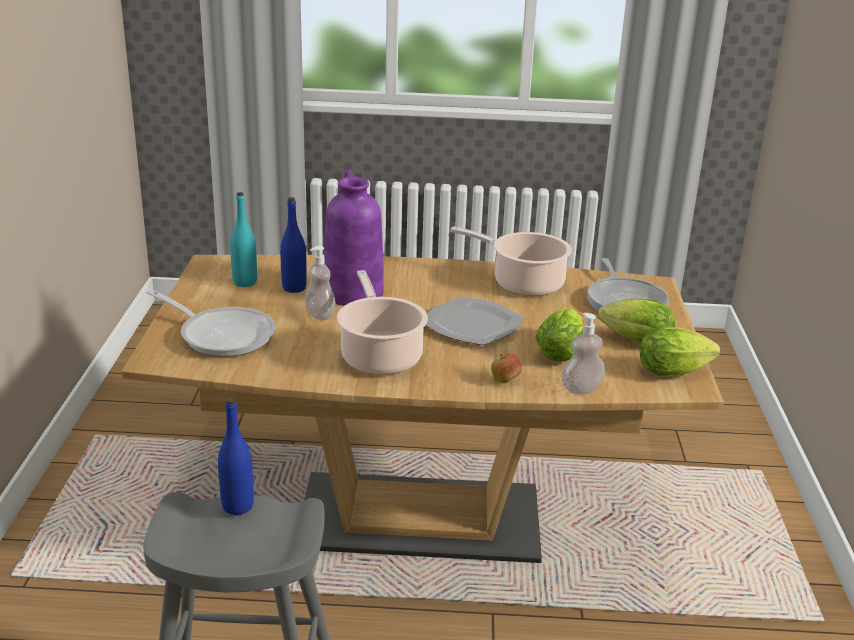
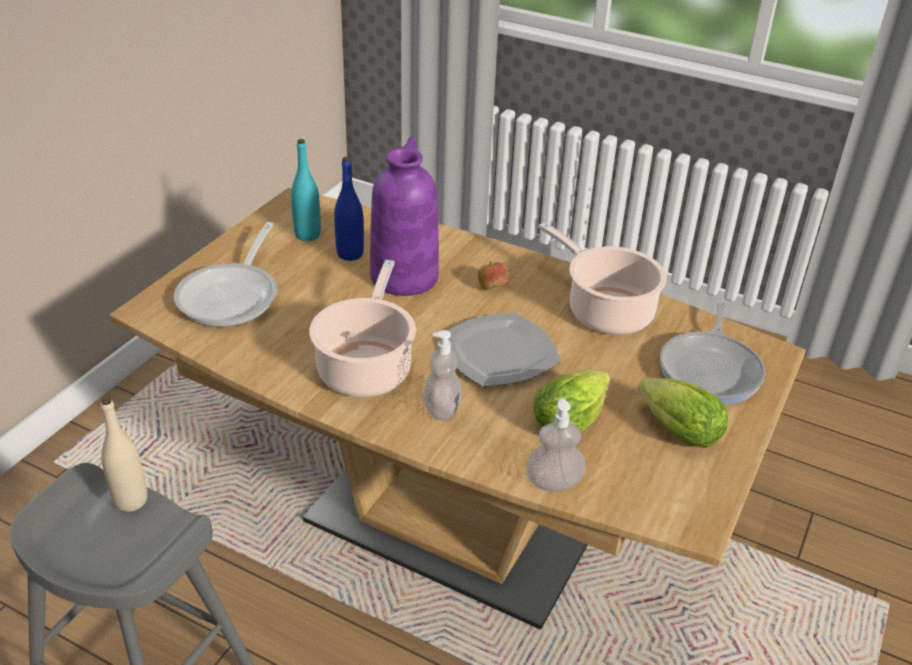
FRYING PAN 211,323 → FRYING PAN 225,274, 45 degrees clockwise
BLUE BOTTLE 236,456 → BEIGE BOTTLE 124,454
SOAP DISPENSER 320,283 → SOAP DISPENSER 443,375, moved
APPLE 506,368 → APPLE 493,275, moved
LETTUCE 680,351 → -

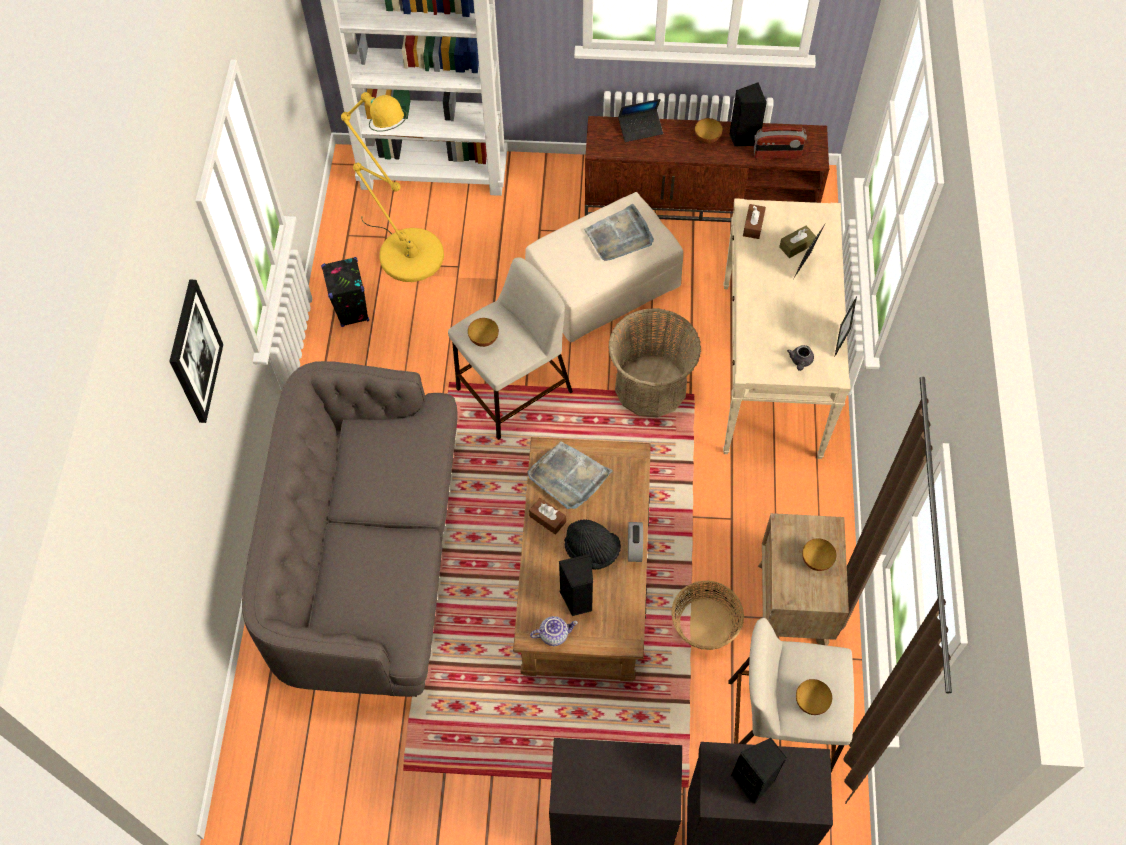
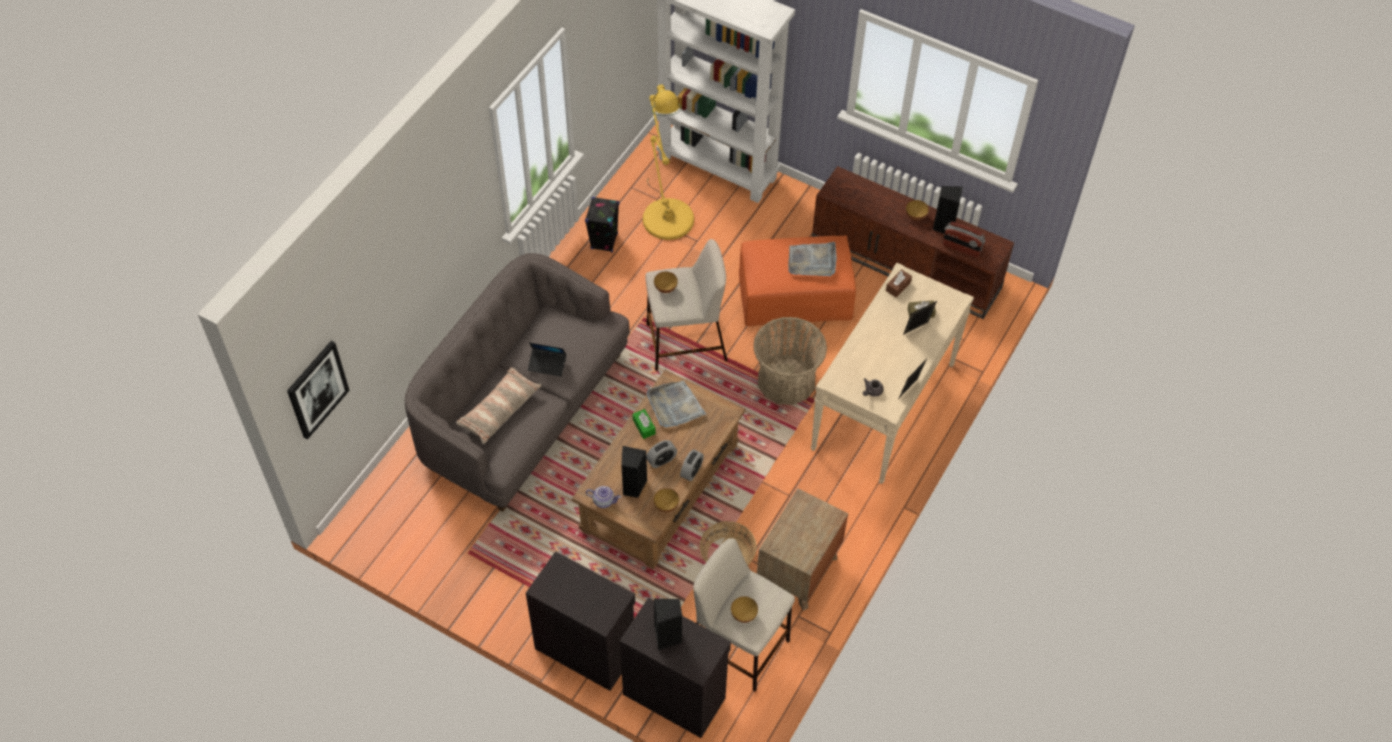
PICTURE 196,351 → PICTURE 318,390, moved
BEIGE OTTOMAN 604,267 → ORANGE OTTOMAN 797,280
BROWN TISSUE BOX 547,516 → GREEN TISSUE BOX 644,424
BLACK HAT 592,545 → ALARM CLOCK 661,454
LAPTOP 640,120 → LAPTOP 547,359, moved
BOWL 819,554 → BOWL 666,500, moved
- → PILLOW 499,406

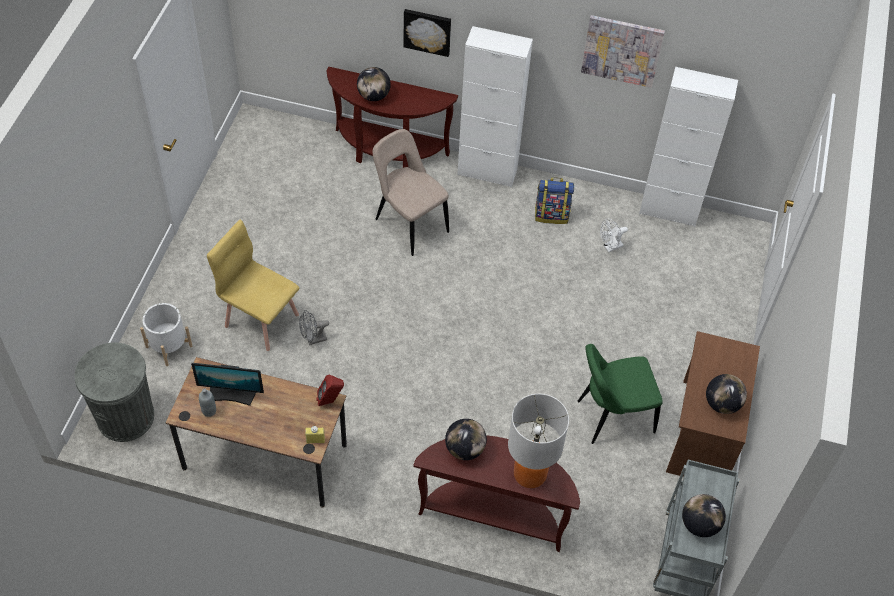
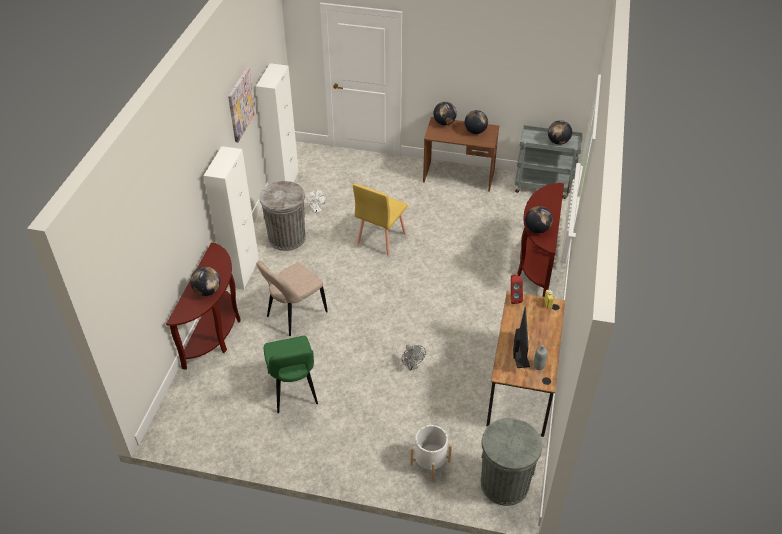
YELLOW CHAIR 253,285 → YELLOW CHAIR 380,220, moved
PICTURE 427,33 → -
TABLE LAMP 538,441 → -
BACKPACK 554,200 → GREY TRASH CAN 282,216
GREEN CHAIR 620,394 → GREEN CHAIR 291,374, moved
- → GLOBE 445,113

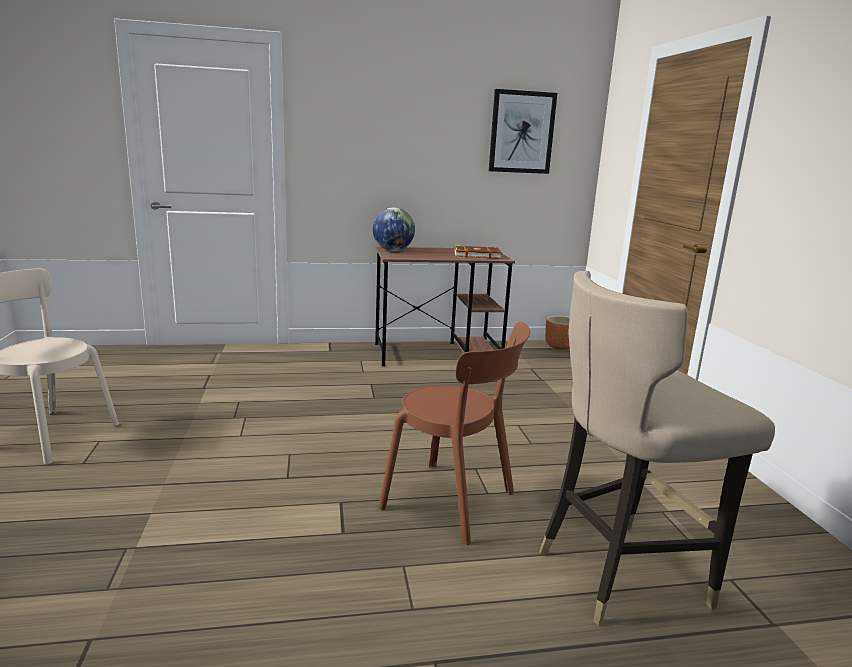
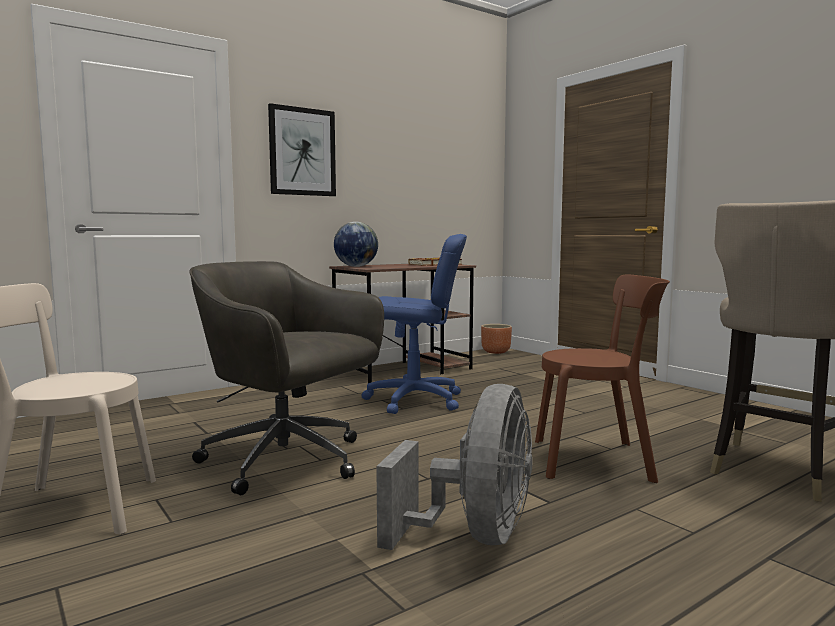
PICTURE 523,131 → PICTURE 302,149, moved
- → GREY OFFICE CHAIR 286,378
- → BLUE OFFICE CHAIR 414,324
- → GREY FAN 454,467

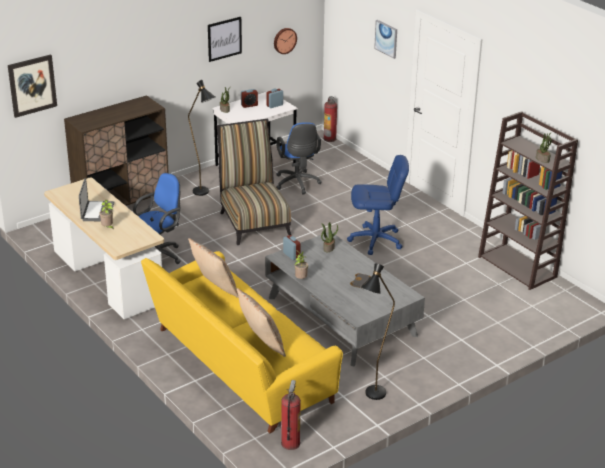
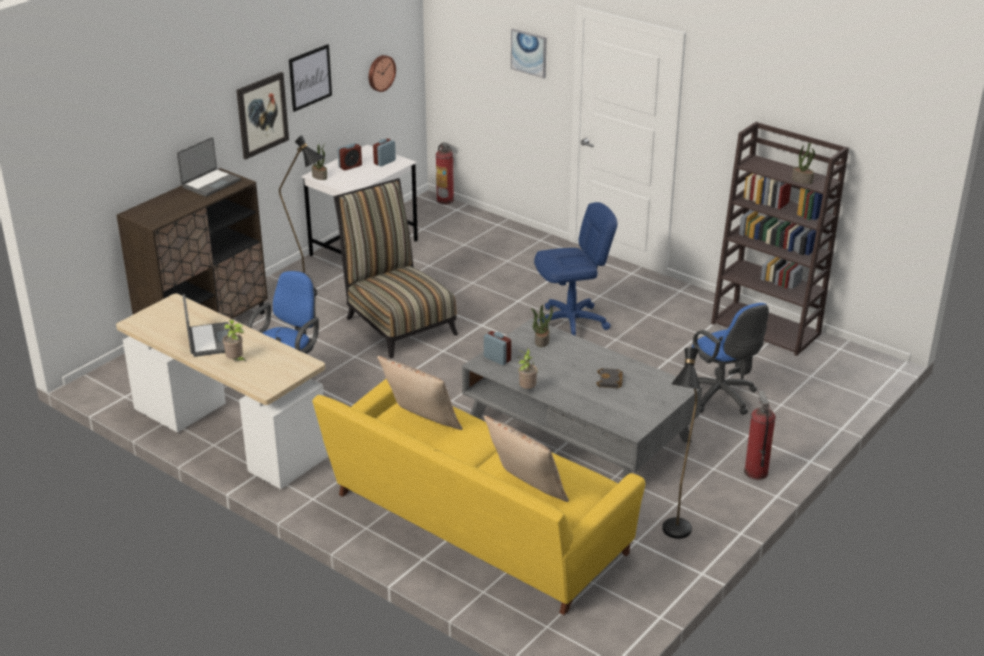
PICTURE 32,86 → PICTURE 262,115, moved
BLUE OFFICE CHAIR 299,158 → BLUE OFFICE CHAIR 730,359, moved
FIRE EXTINGUISHER 291,415 → FIRE EXTINGUISHER 760,435, moved
- → LAPTOP 209,167

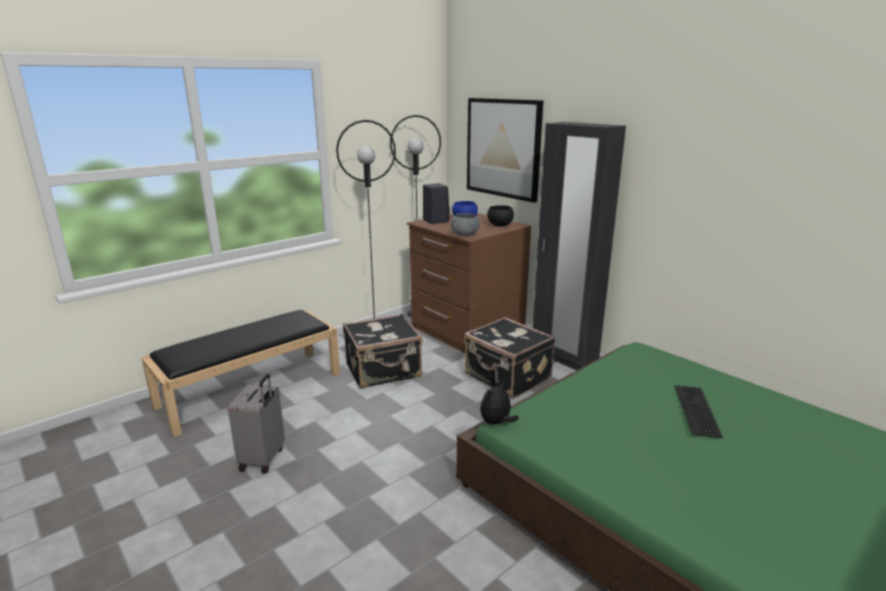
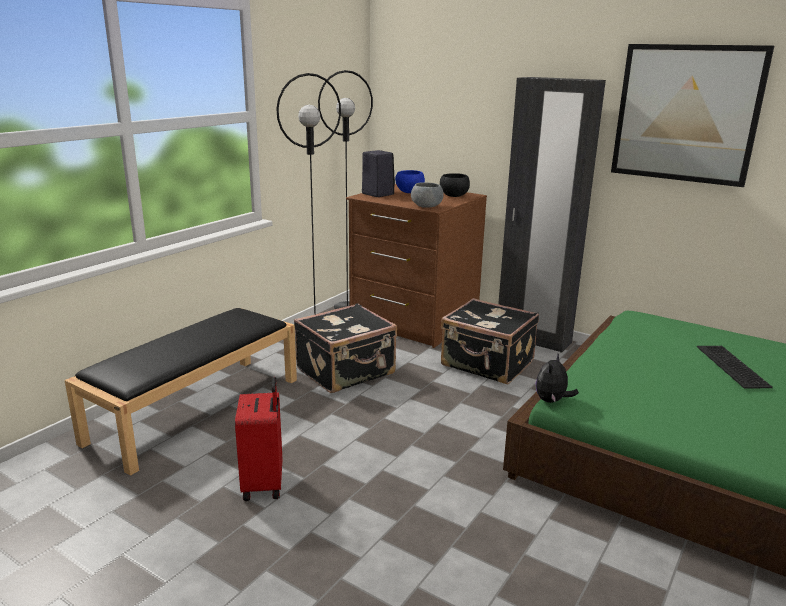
GREY SUITCASE 256,424 → RED SUITCASE 258,439
PICTURE 505,150 → PICTURE 692,115, moved

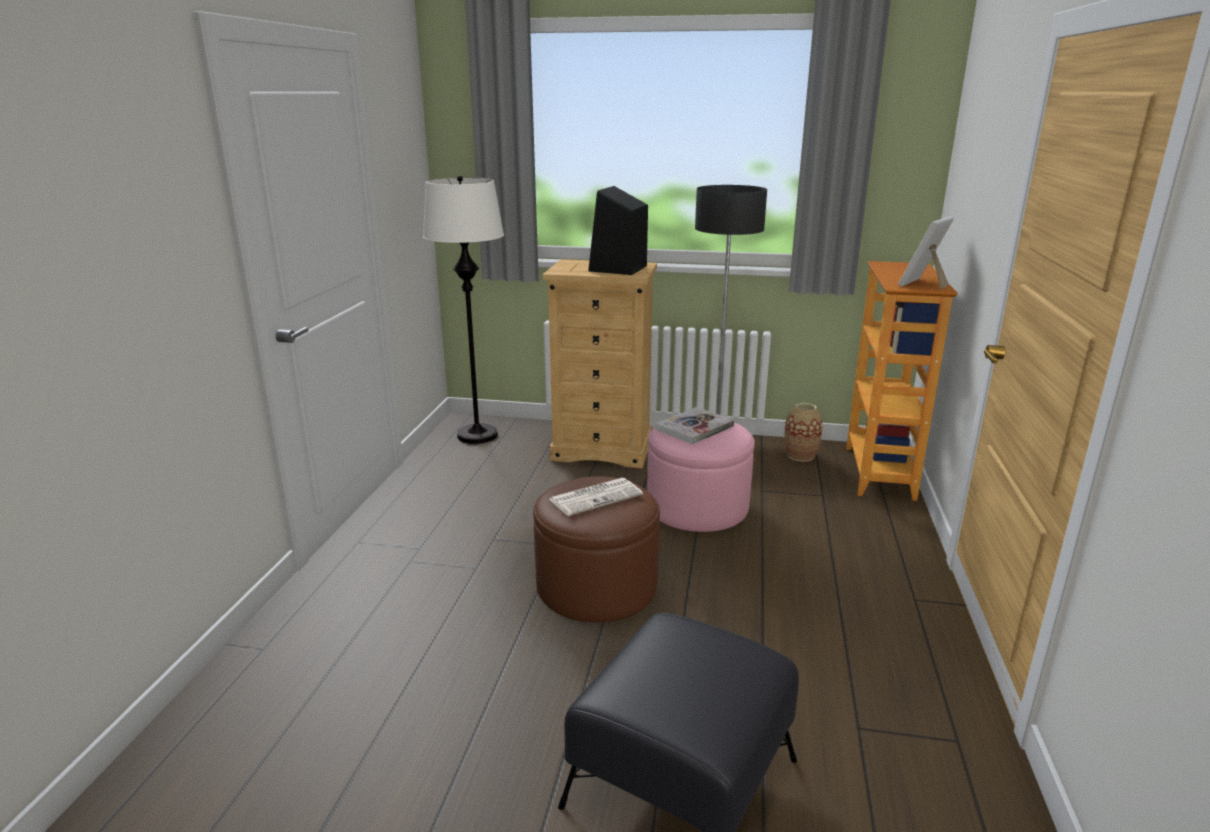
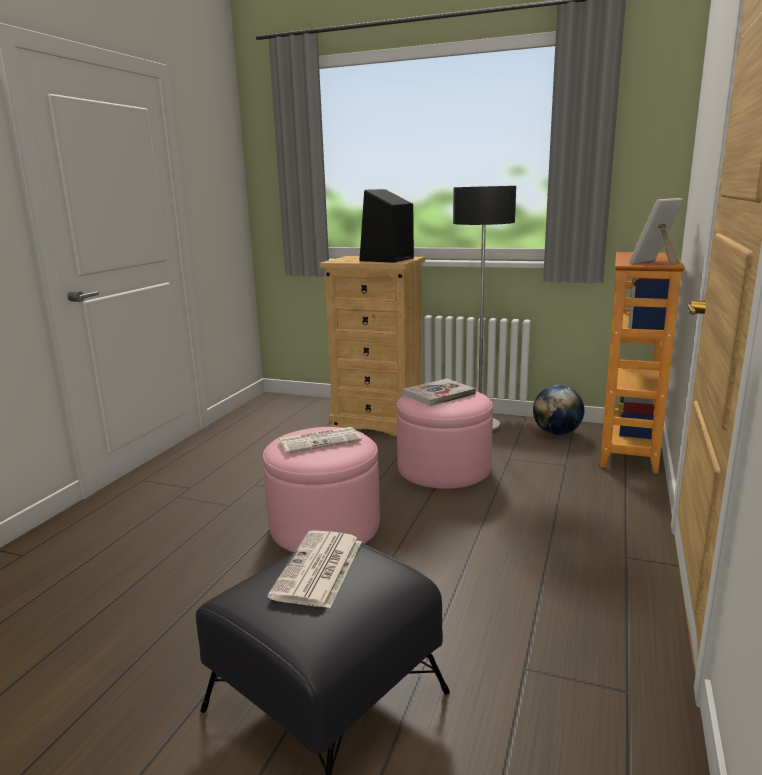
WHITE FLOOR LAMP 463,310 → -
BROWN OTTOMAN 596,549 → PINK OTTOMAN 321,489
VASE 803,432 → GLOBE 558,410
- → NEWSPAPER 315,569

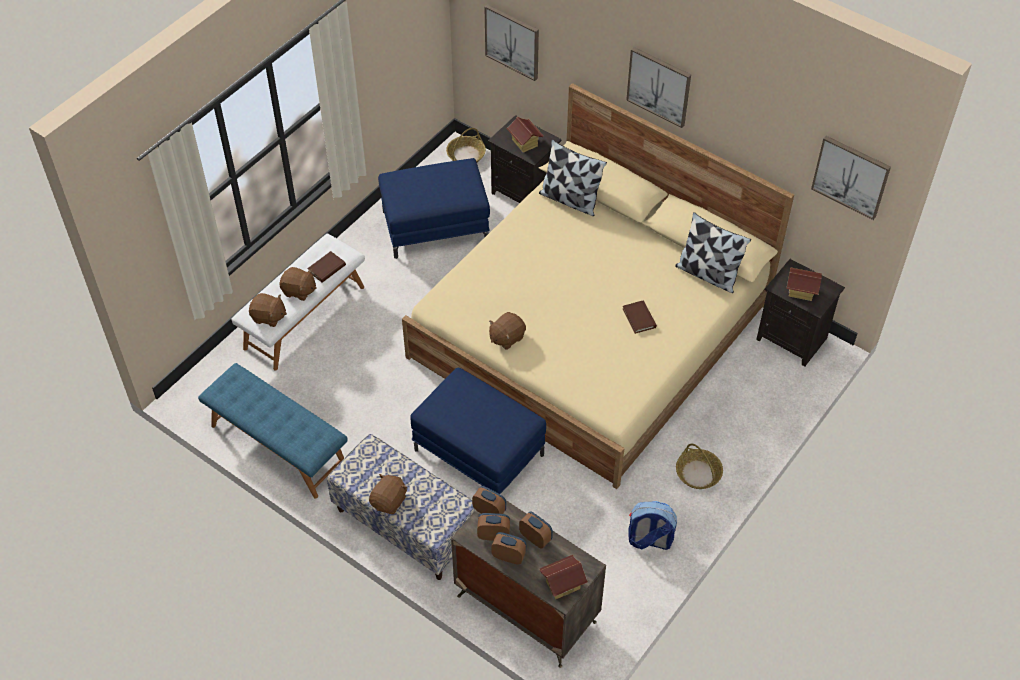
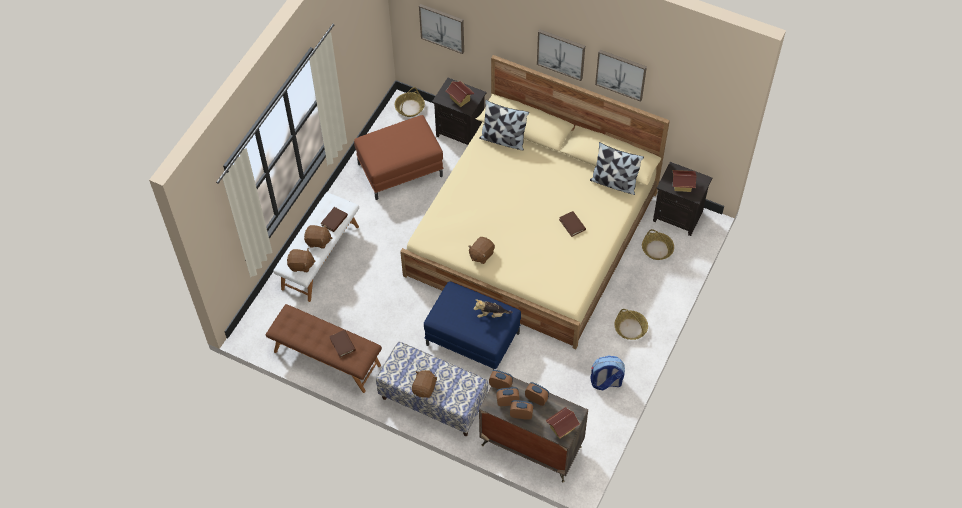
BLUE BENCH 273,431 → BROWN BENCH 324,348
BLUE OTTOMAN 434,208 → BROWN OTTOMAN 398,157
PICTURE 851,178 → PICTURE 621,76, moved
- → BROWN BOOK 342,344
- → PLUSH TOY 492,308
- → BASKET 658,244

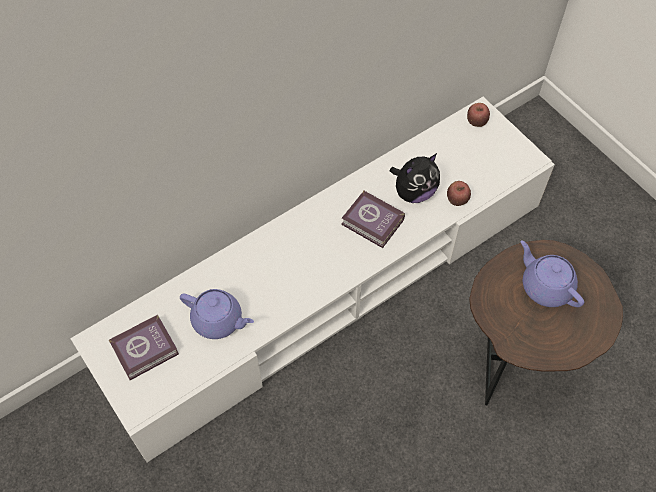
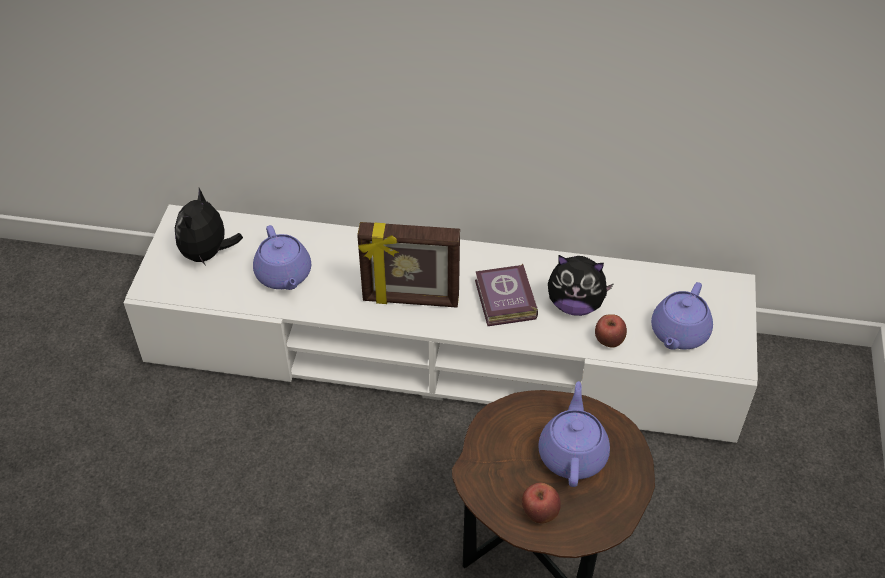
BOOK 144,347 → PLUSH TOY 209,227
APPLE 478,115 → APPLE 541,503, moved
- → PICTURE FRAME 408,265
- → PURPLE TEAPOT 682,316

